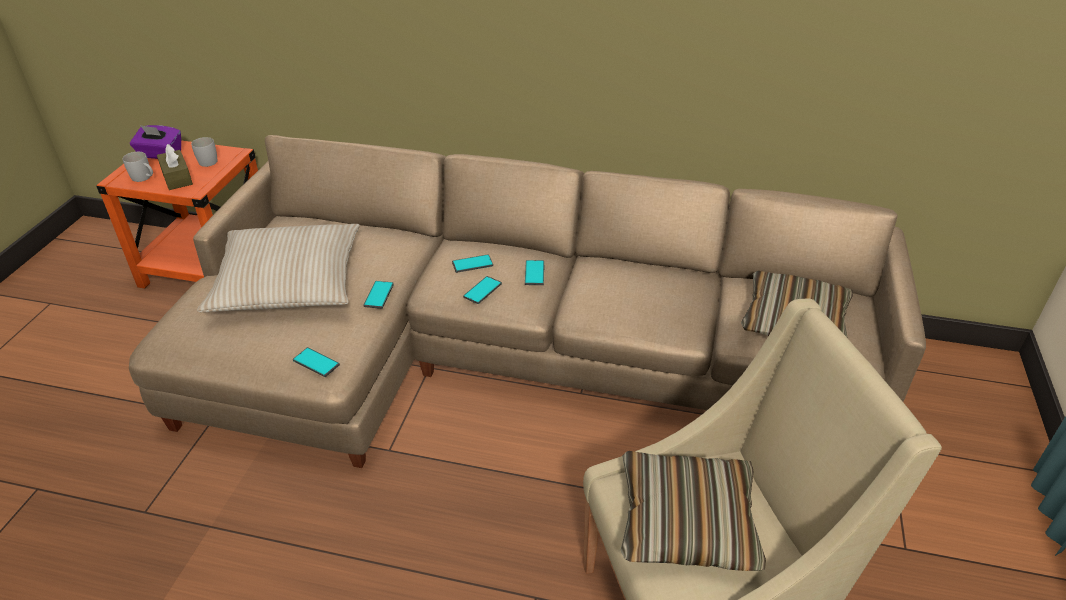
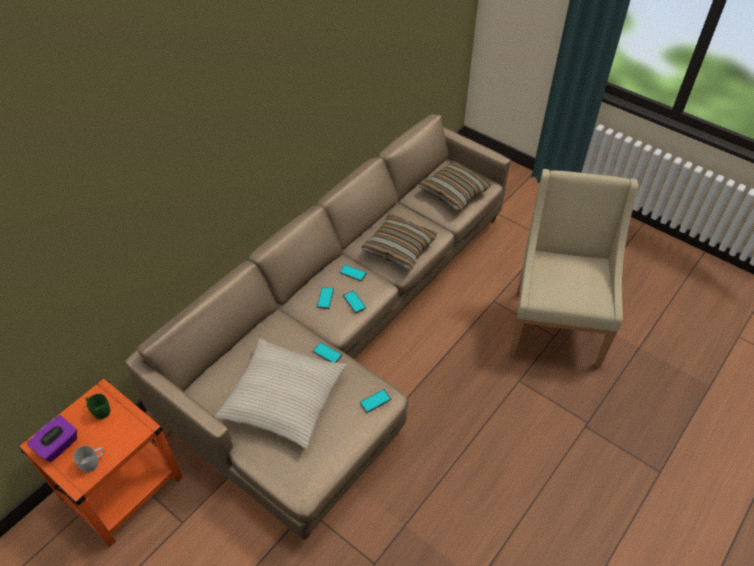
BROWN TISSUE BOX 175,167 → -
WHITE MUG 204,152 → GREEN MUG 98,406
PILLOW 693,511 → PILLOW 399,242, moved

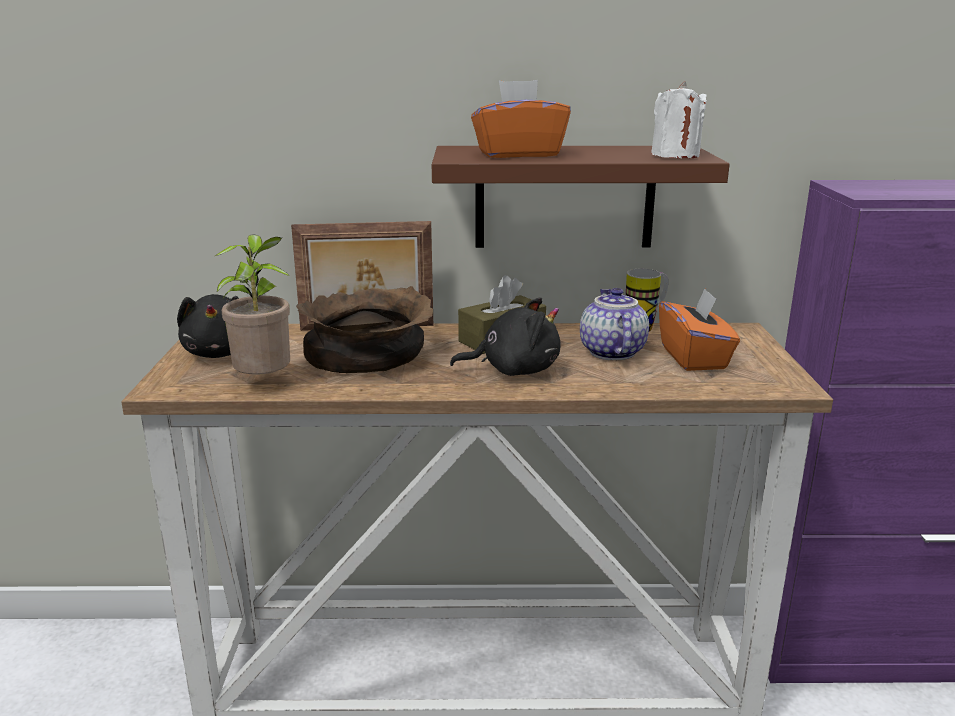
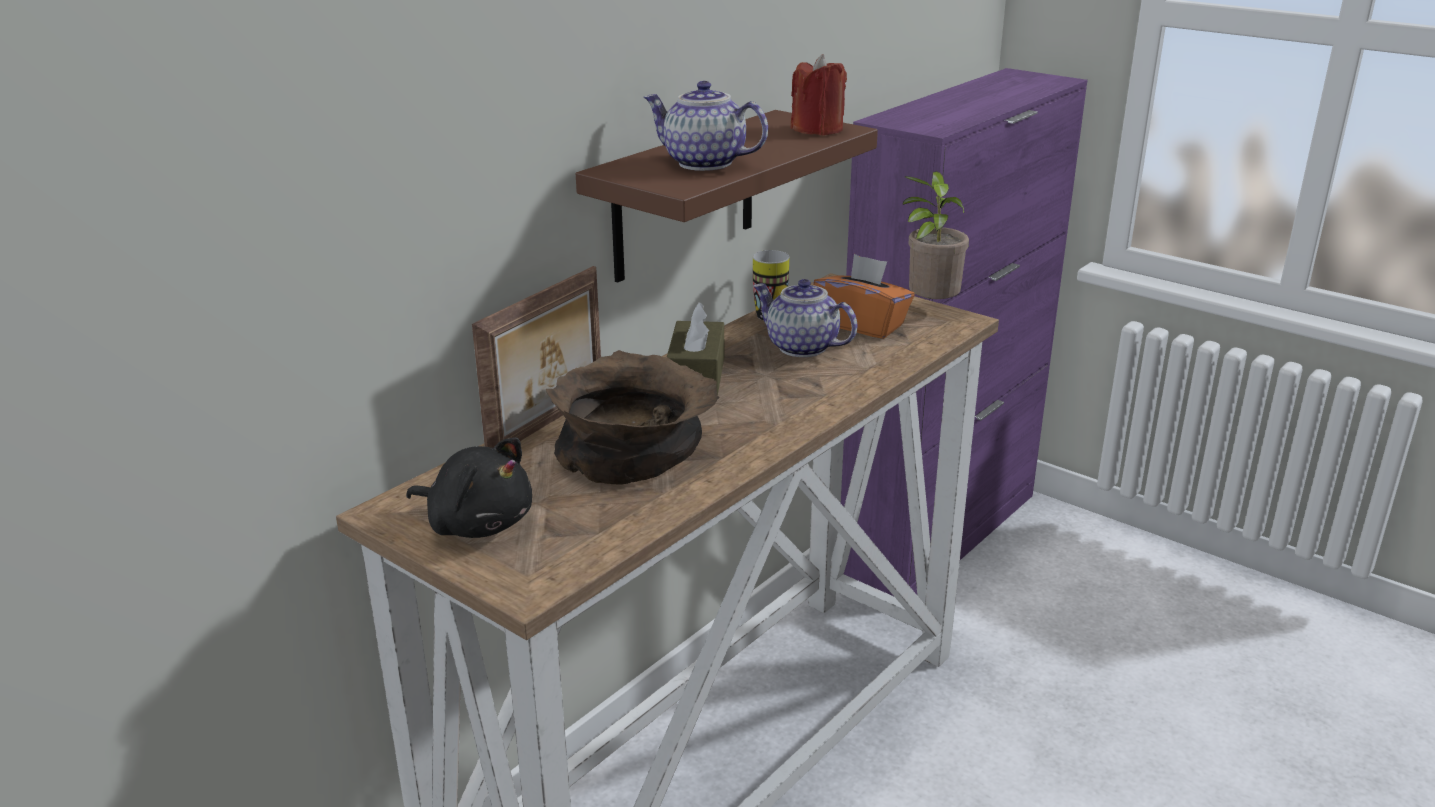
POTTED PLANT 252,304 → POTTED PLANT 936,235, moved
BLACK PLUSH TOY 505,336 → -
ORANGE TISSUE BOX 521,119 → TEAPOT 706,126
WHITE CANDLE 679,119 → RED CANDLE 819,94

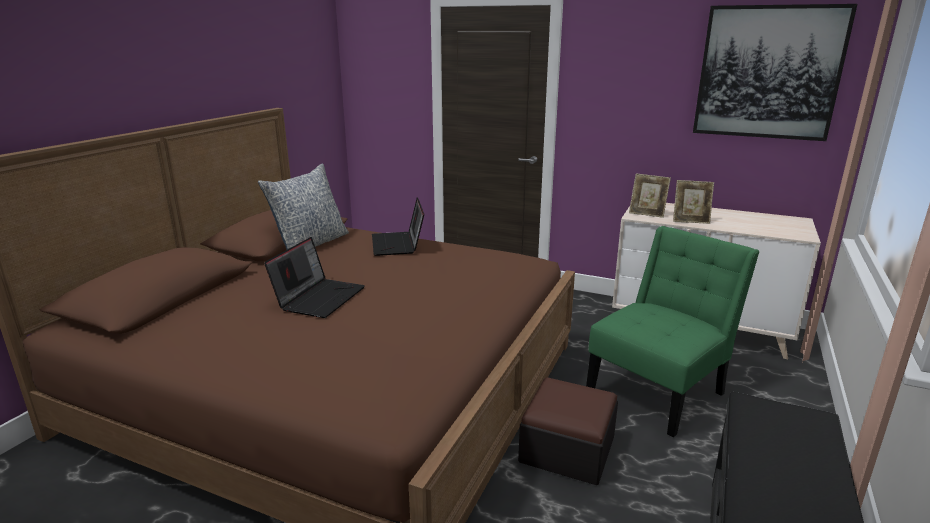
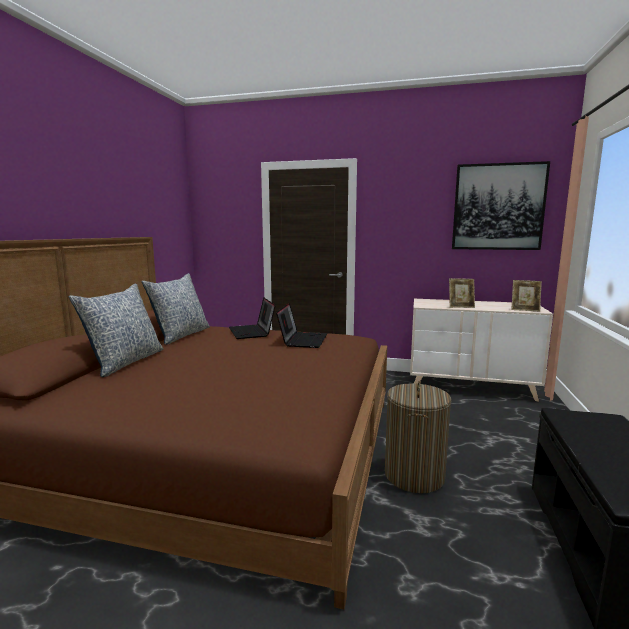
LAPTOP 314,277 → LAPTOP 301,325, moved
OTTOMAN 568,431 → LAUNDRY BASKET 418,437
GREEN CHAIR 673,331 → -
PICTURE FRAME 650,196 → PICTURE FRAME 526,296, moved
- → PILLOW 116,330

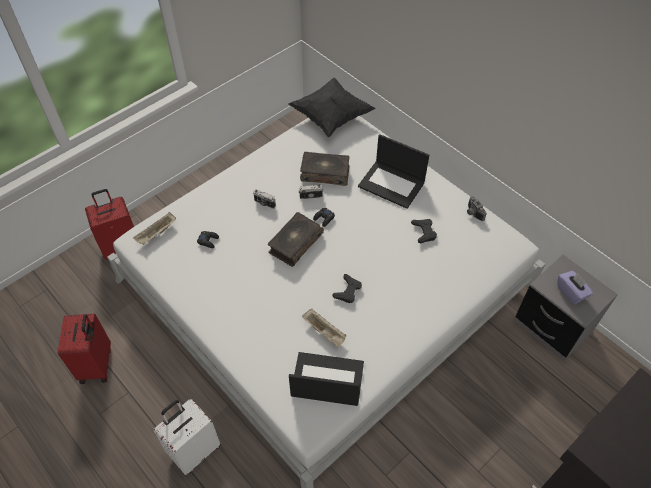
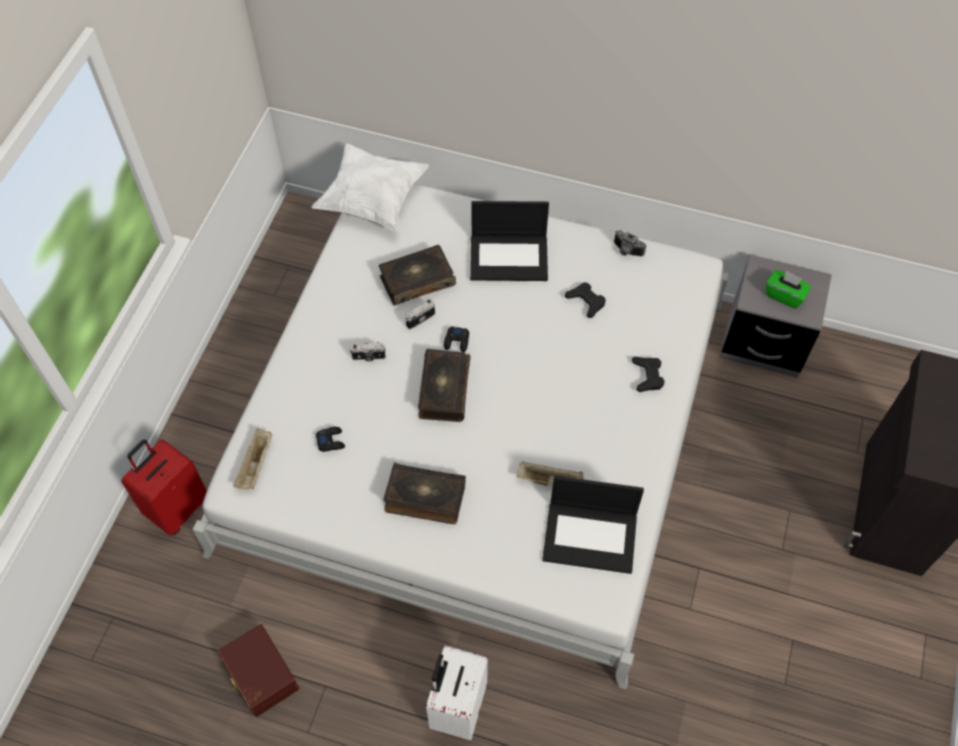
RED SUITCASE 84,349 → BROWN STORAGE BOX 258,670
BLACK PILLOW 332,107 → WHITE PILLOW 370,187
LAPTOP 326,379 → LAPTOP 593,525, 150 degrees counterclockwise
BLACK GAME CONTROLLER 347,288 → BLACK GAME CONTROLLER 648,374, moved
PURPLE TISSUE BOX 575,287 → GREEN TISSUE BOX 788,289
- → BOOK 424,493

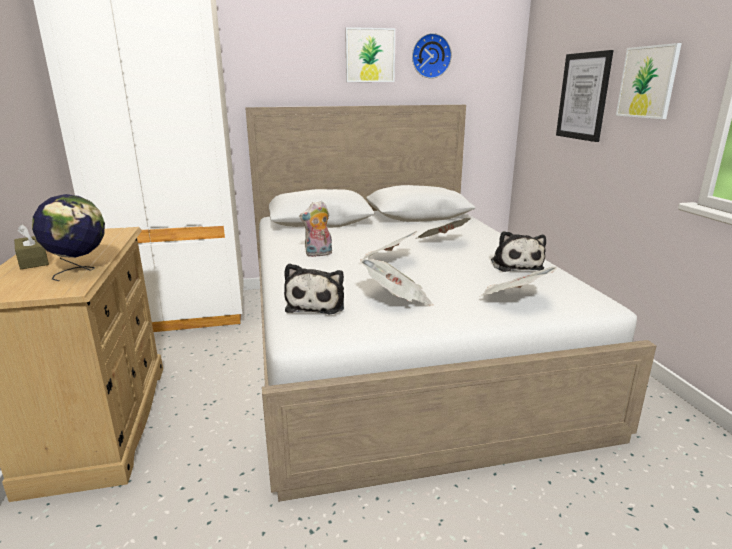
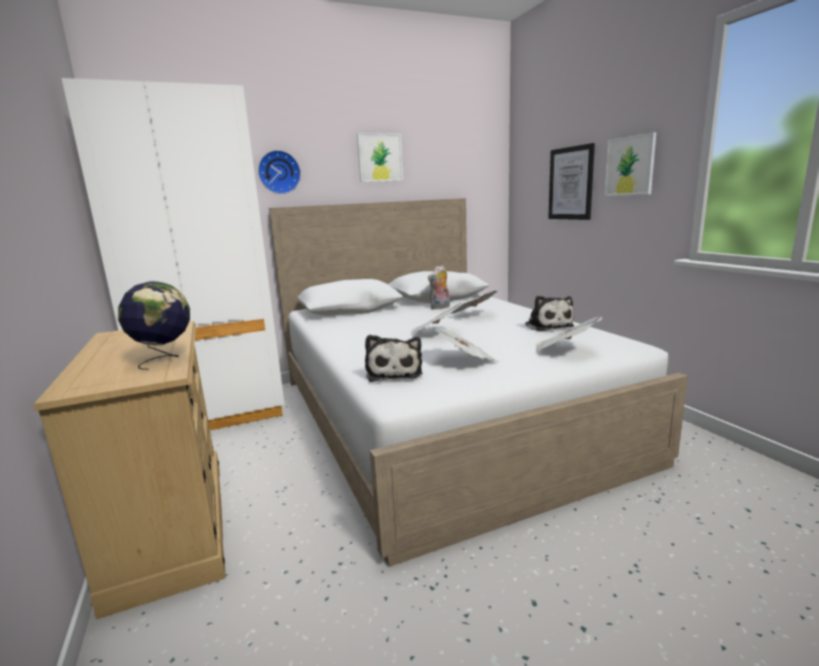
BROWN TISSUE BOX 31,246 → -
PLUSH TOY 315,229 → PLUSH TOY 439,287, moved
WALL CLOCK 432,56 → WALL CLOCK 279,172, moved

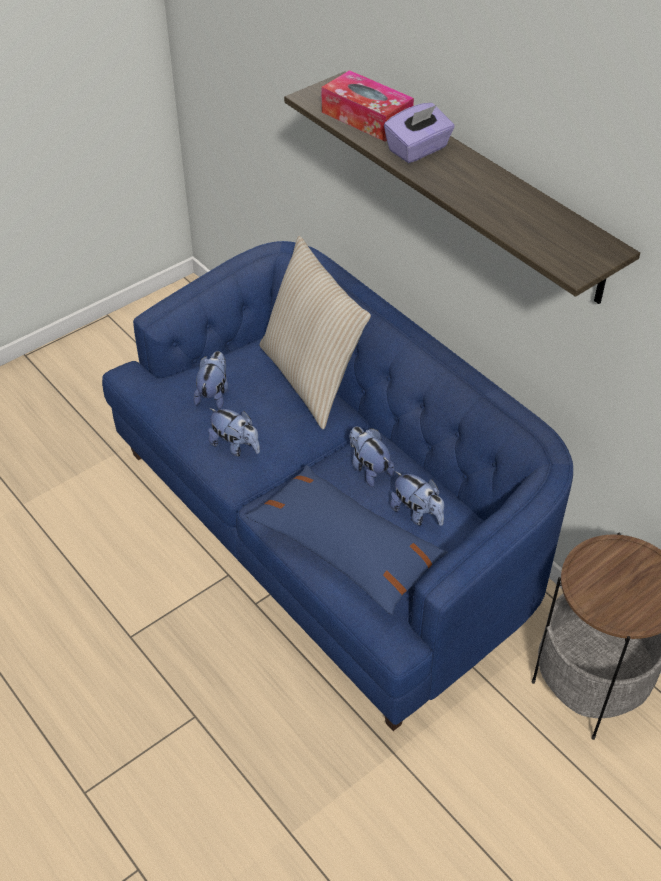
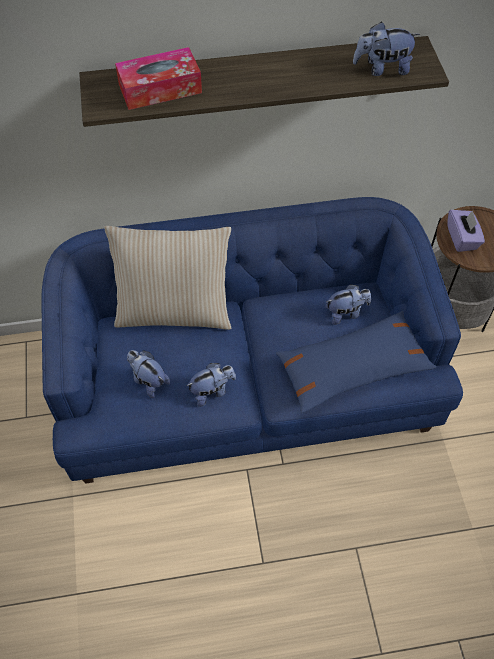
PLUSH TOY 372,456 → PLUSH TOY 386,49, moved
PURPLE TISSUE BOX 419,133 → PURPLE TISSUE BOX 466,231, moved

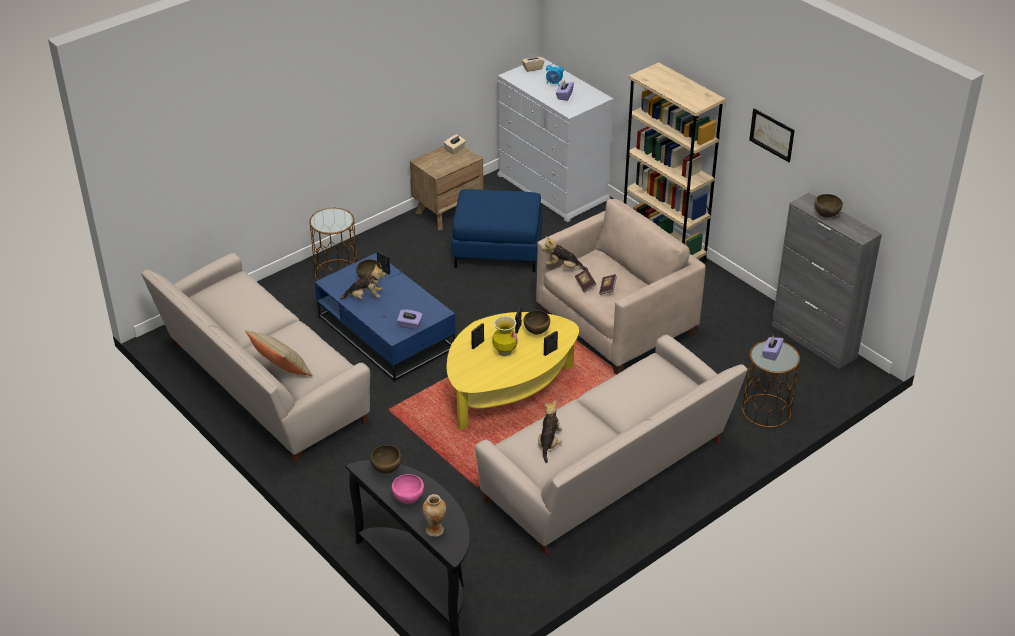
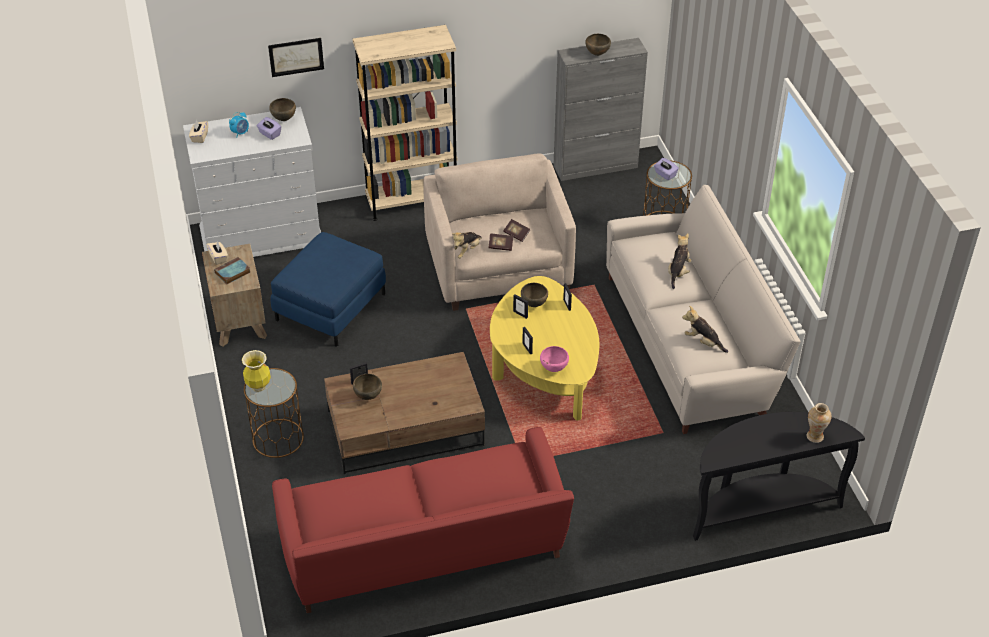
BEIGE SOFA 255,358 → RED SOFA 423,520
BEIGE PILLOW 279,353 → -
BLUE COFFEE TABLE 385,317 → BROWN COFFEE TABLE 404,413
PLUSH TOY 363,282 → PLUSH TOY 679,261, moved
BROWN BOWL 385,459 → BROWN BOWL 282,109, moved
PINK BOWL 408,488 → PINK BOWL 554,359, moved
PURPLE TISSUE BOX 410,319 → -
VASE 505,336 → VASE 256,371, moved
PICTURE 772,135 → PICTURE 296,57, moved
- → BOOK 232,271

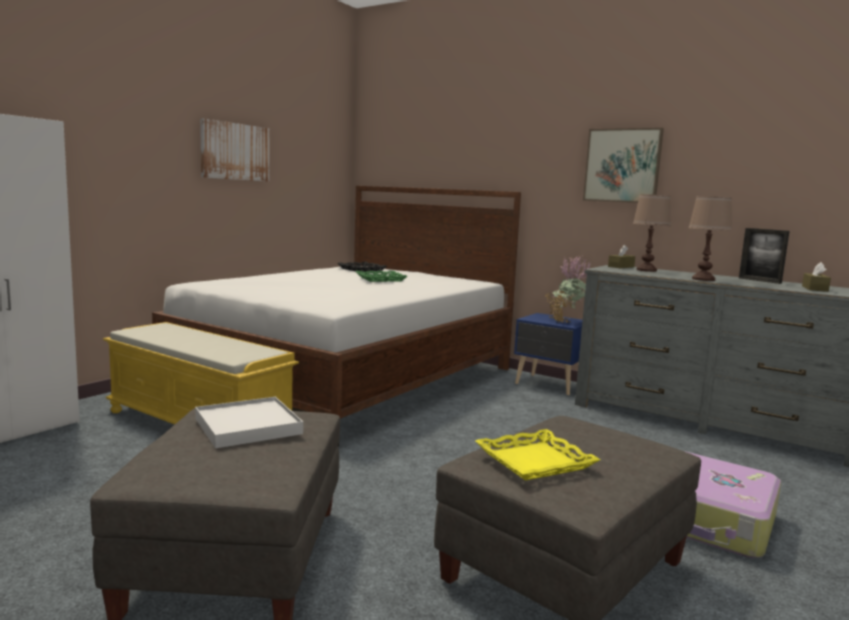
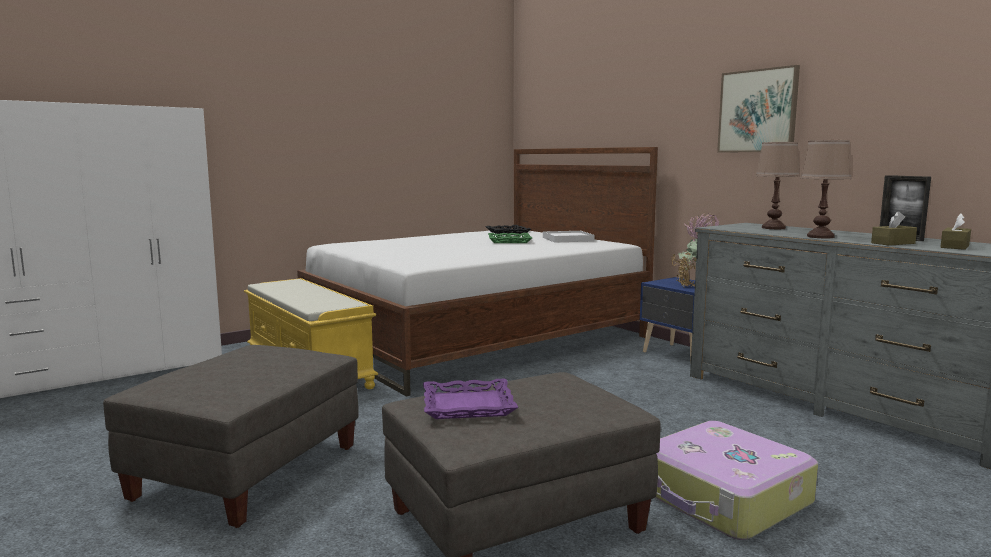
WHITE TRAY 249,422 → WHITE TRAY 569,237, moved
PICTURE 234,150 → -
YELLOW TRAY 537,455 → PURPLE TRAY 470,399
BROWN TISSUE BOX 621,256 → BROWN TISSUE BOX 894,228, moved

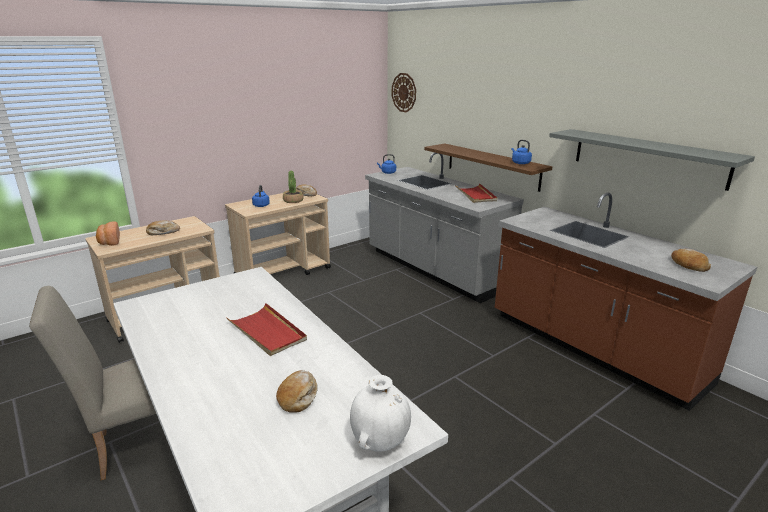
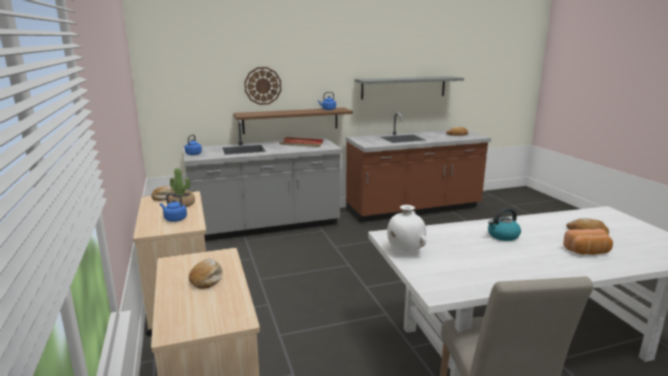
BREAD 108,233 → BREAD 588,242, moved
RED TRAY 266,329 → KETTLE 504,224
WHITE VASE 380,413 → WHITE VASE 406,228, moved
WALL CLOCK 404,92 → WALL CLOCK 262,86, moved

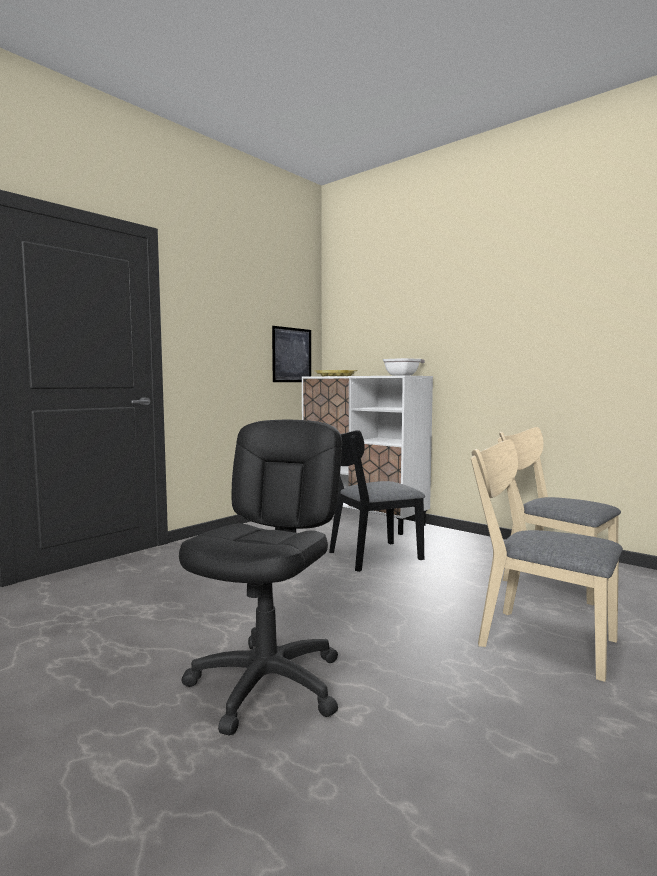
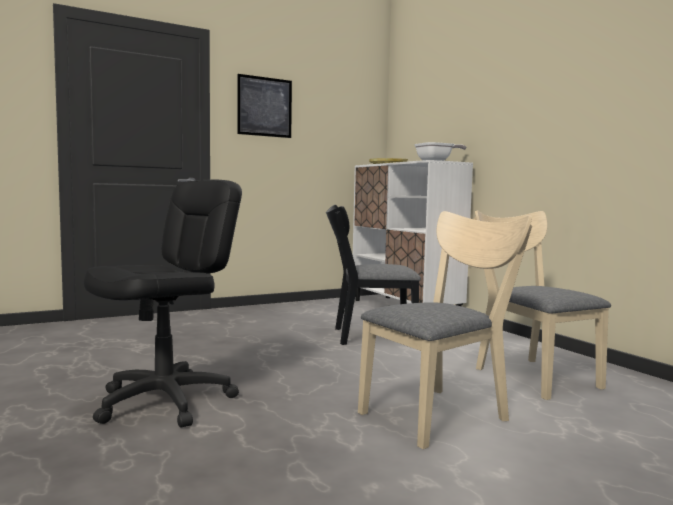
PICTURE 291,354 → PICTURE 264,106, moved
BEIGE CHAIR 547,560 → BEIGE CHAIR 445,330, 90 degrees clockwise

